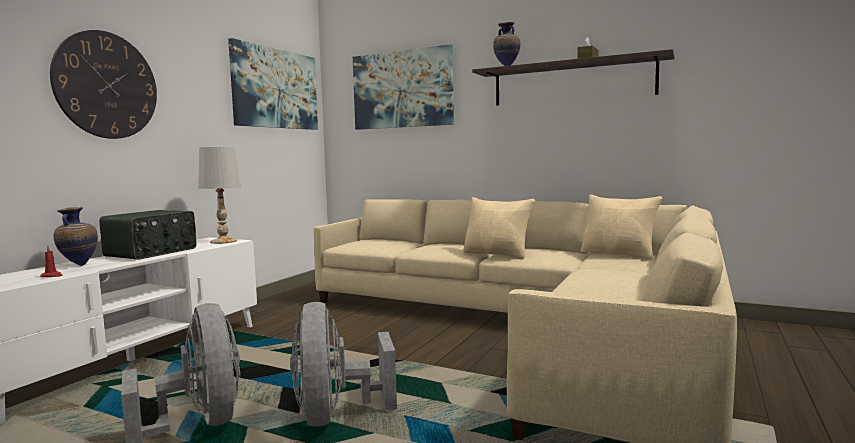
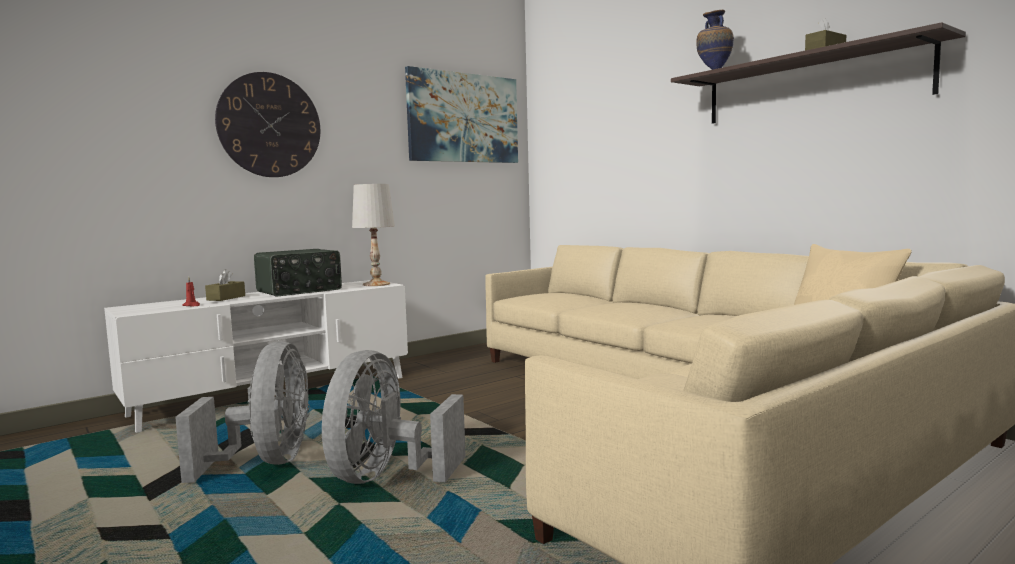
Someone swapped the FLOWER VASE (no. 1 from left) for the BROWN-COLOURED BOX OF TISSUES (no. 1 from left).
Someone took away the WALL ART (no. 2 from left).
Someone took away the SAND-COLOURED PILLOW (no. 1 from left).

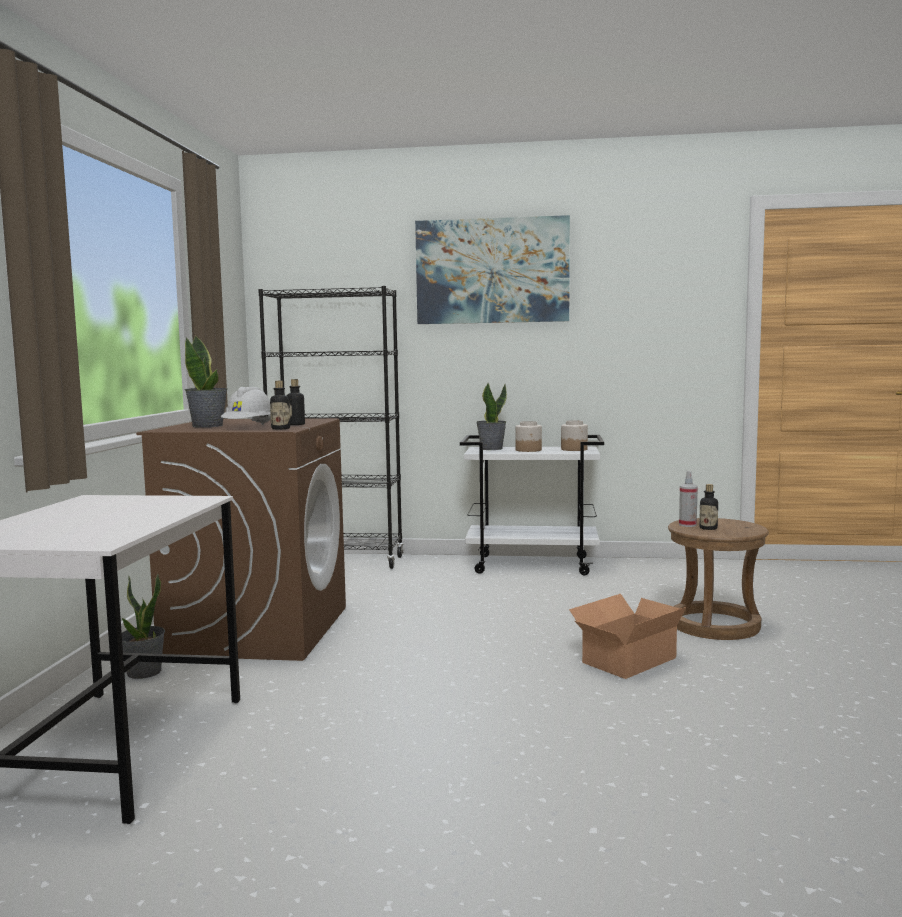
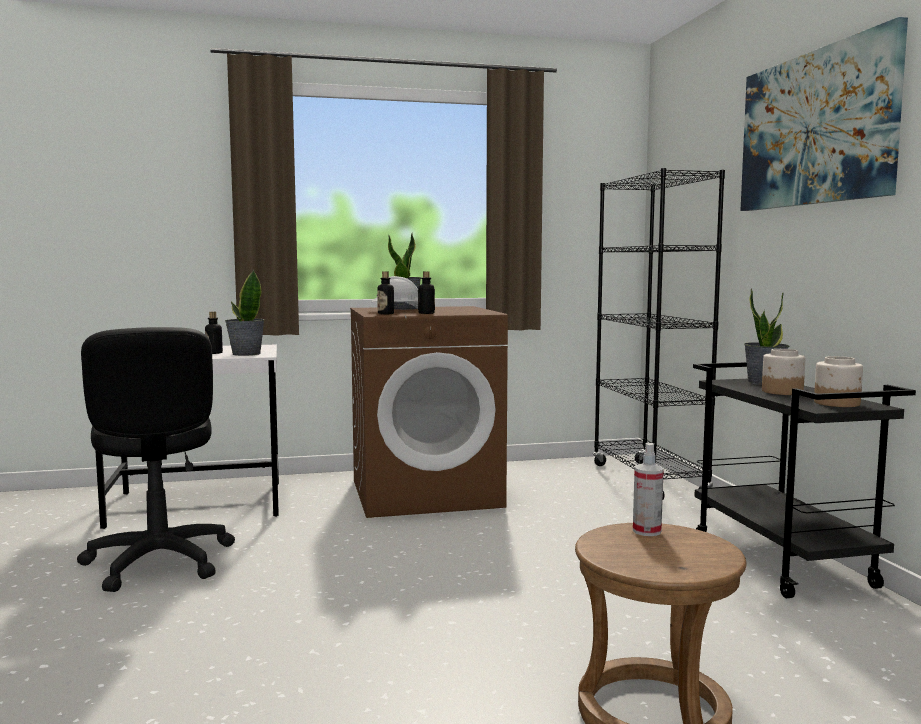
Someone carried the HOUSEPLANT (no. 1 from left).
Someone repainted the WHITISH TROLLEY, which became the BLACK-COLOURED TROLLEY.
Someone took away the PACKING BOX.
Someone carried the BOTTLE (no. 3 from left in the first image).
Someone put down the BLACK-COLOURED OFFICE CHAIR.

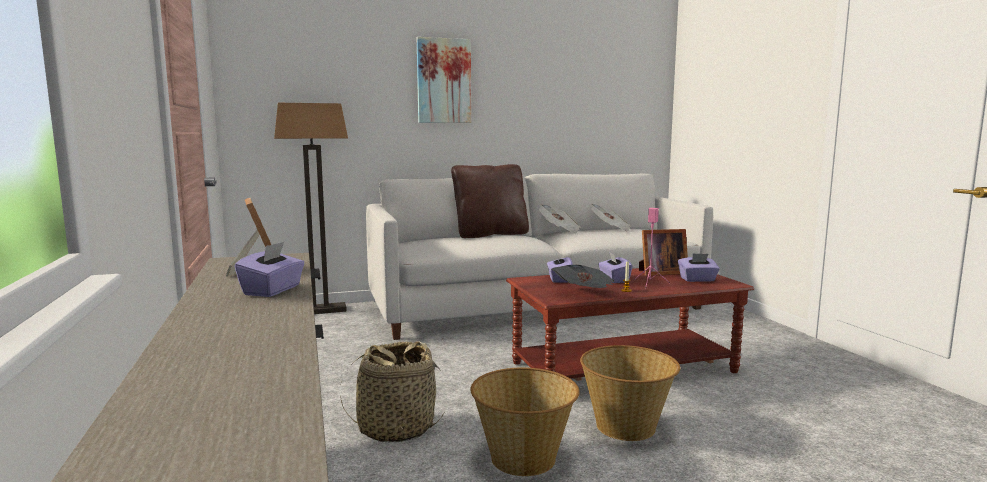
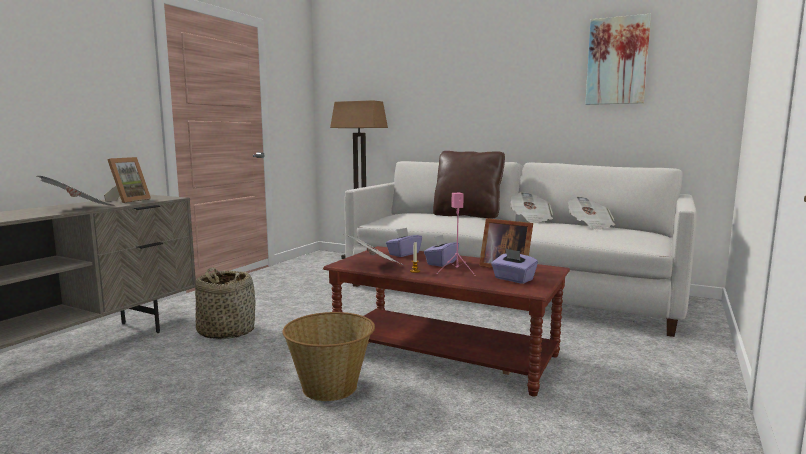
Someone swapped the PURPLE-COLOURED BOX OF TISSUES (no. 1 from left) for the PRINTED PAPER (no. 1 from left).
Someone carried the WALL ART.
Someone took away the HOUSEHOLD BASKET (no. 2 from left).

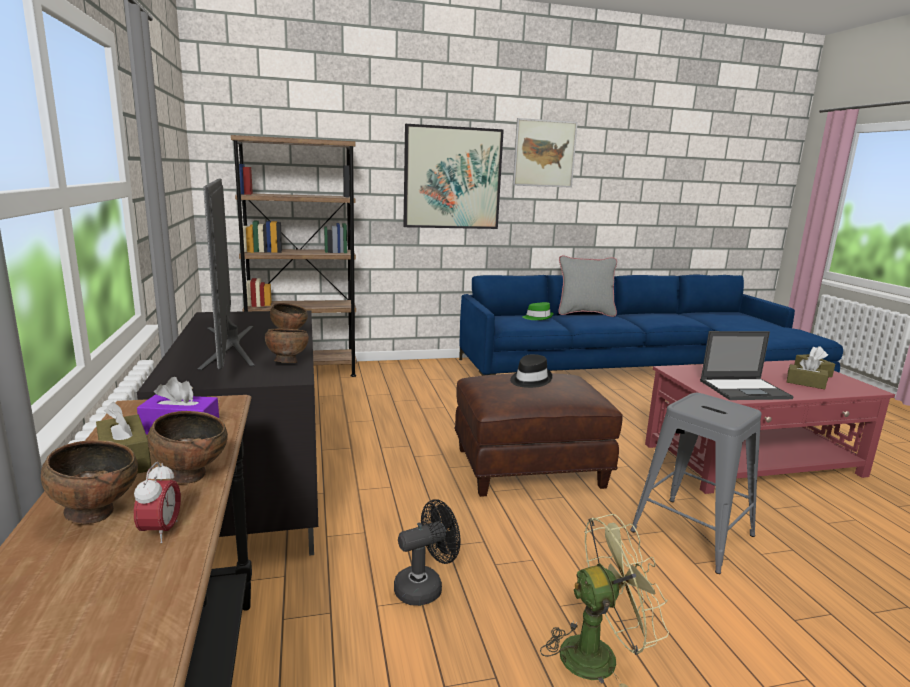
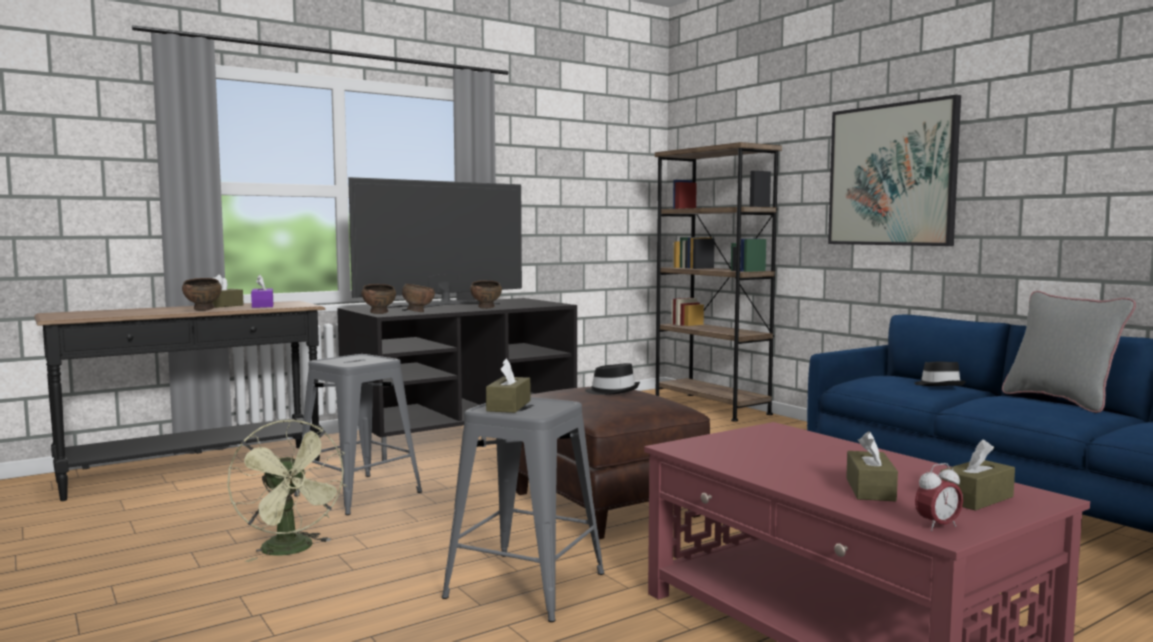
Someone carried the BROWN-COLOURED SERVING BOWL (no. 1 from left in the first image).
Someone carried the BEDSIDE CLOCK.
Someone swapped the BLACK-COLOURED ELECTRIC FAN for the GREY SITTING STOOL (no. 1 from left).
Someone took away the WALL ART (no. 2 from left).
Someone repainted the GREEN-COLOURED WEARABLE HAT, which became the BLACK-COLOURED WEARABLE HAT (no. 2 from left).
Someone took away the PORTABLE COMPUTER.
Someone put down the BROWN-COLOURED BOX OF TISSUES (no. 2 from left).

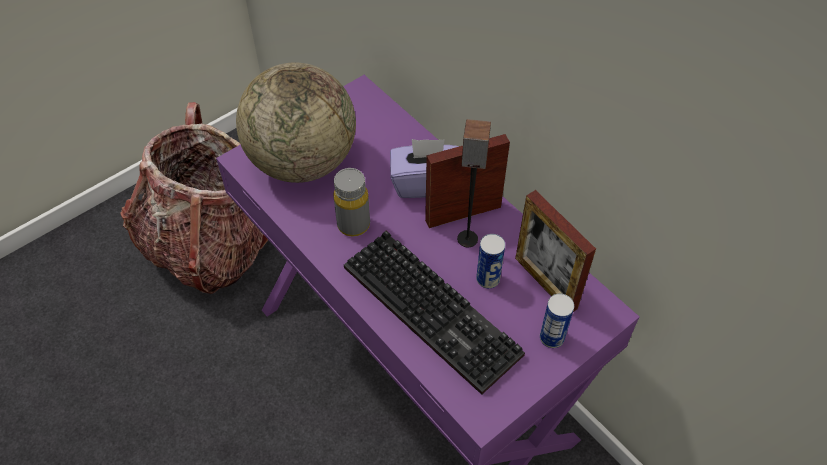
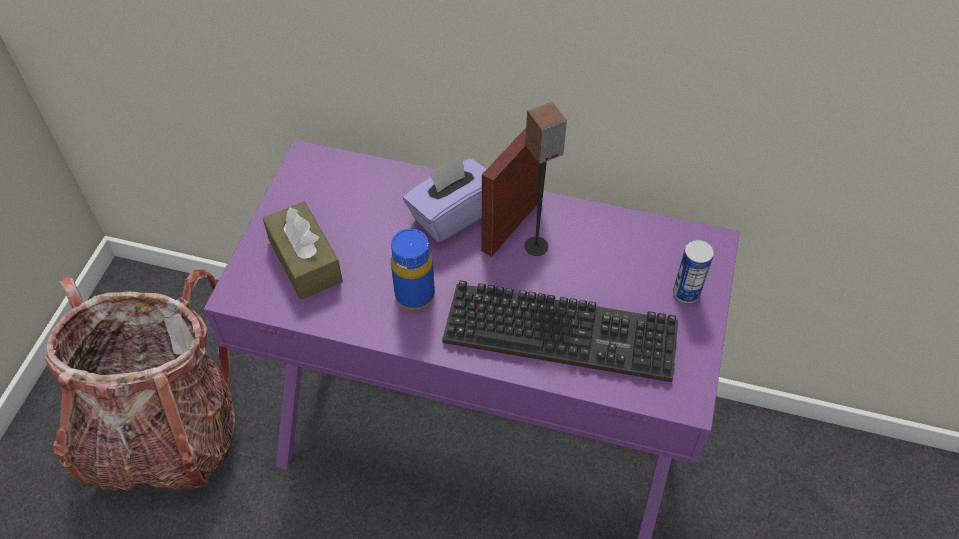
Someone swapped the DESK GLOBE for the BROWN-COLOURED BOX OF TISSUES.
Someone repainted the GREY BOTTLE, which became the BLUE BOTTLE.
Someone took away the CAN (no. 1 from left).
Someone took away the PHOTO FRAME (no. 2 from left).

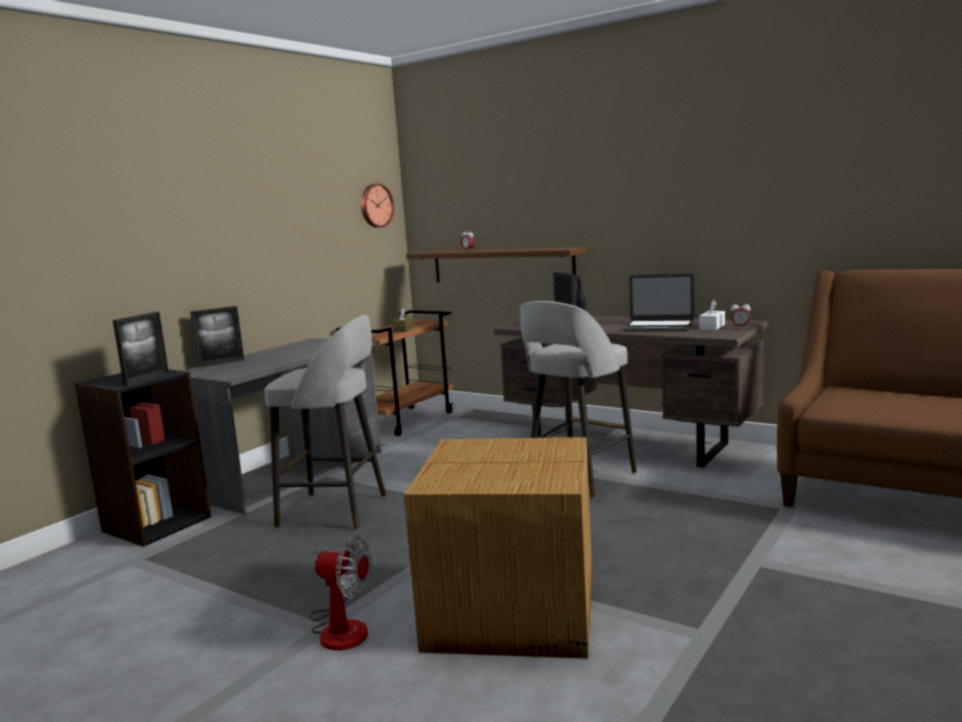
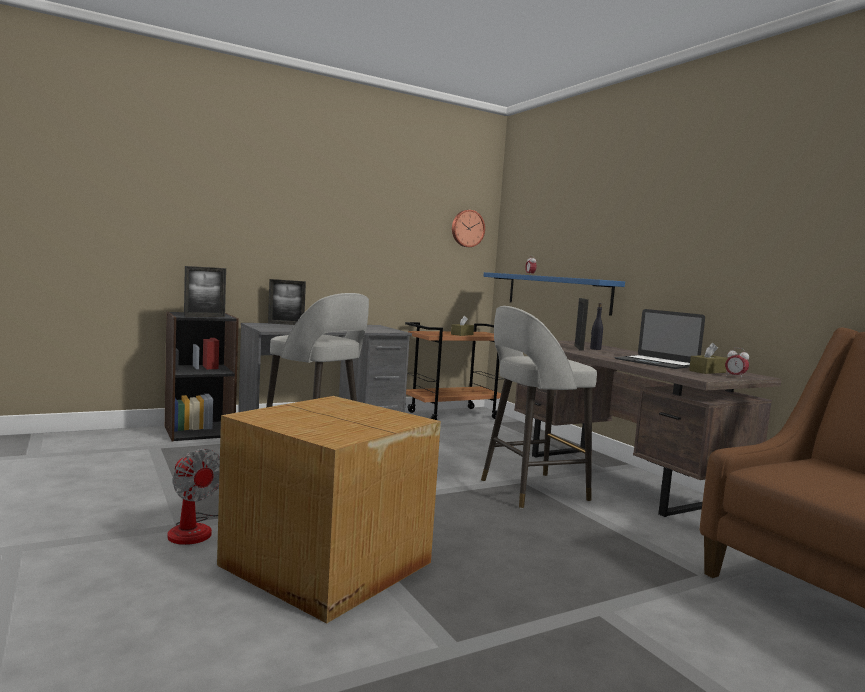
Someone repainted the BROWN-COLOURED SHELF, which became the BLUE SHELF.
Someone repainted the WHITISH BOX OF TISSUES, which became the BROWN-COLOURED BOX OF TISSUES (no. 2 from left).

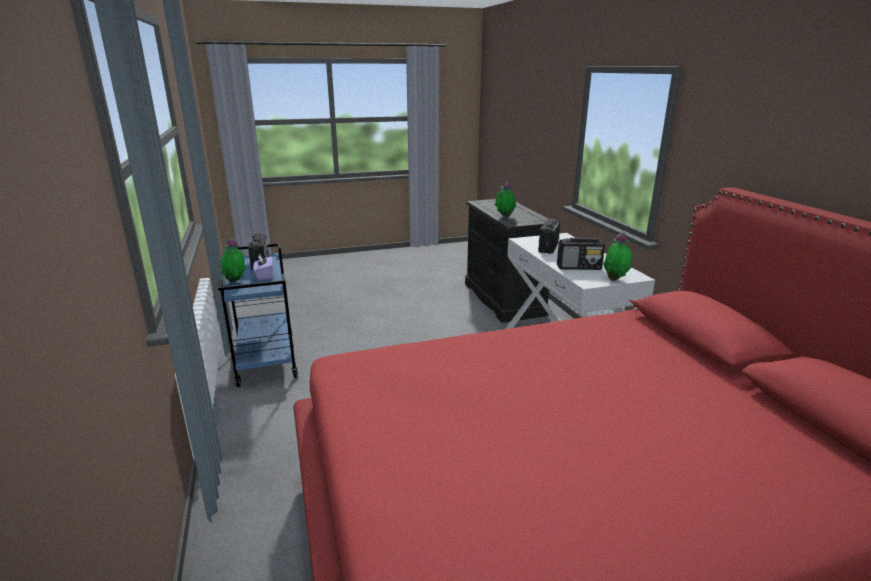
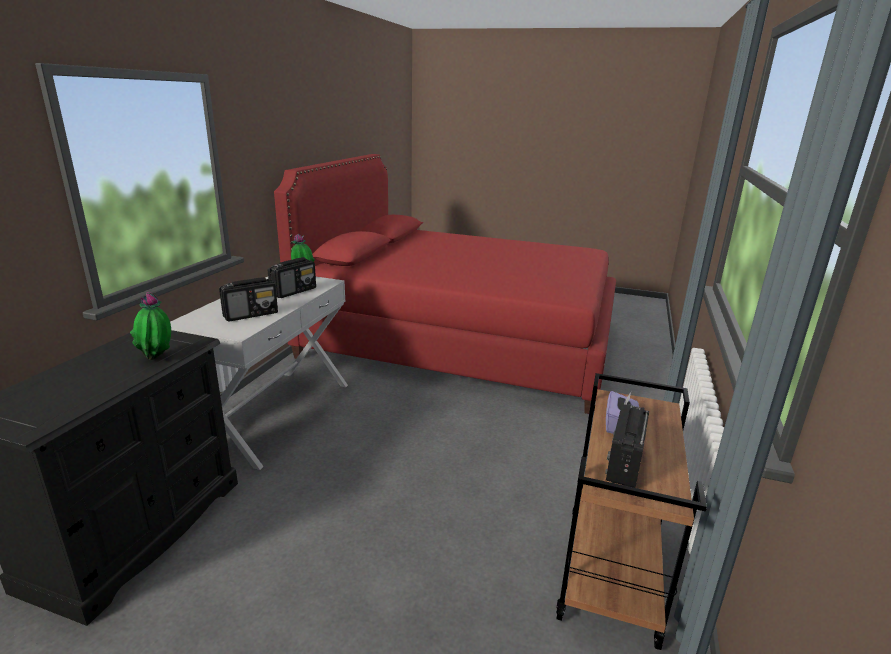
Someone repainted the BLUE TROLLEY, which became the BROWN-COLOURED TROLLEY.
Someone took away the HOUSEPLANT (no. 1 from left).
Someone rotated the RADIO (no. 3 from left in the first image) by 90 degrees clockwise.

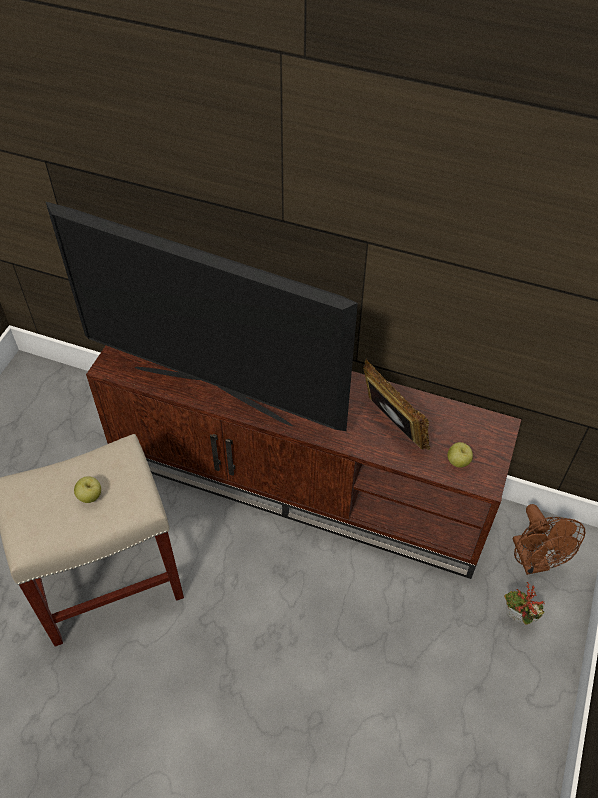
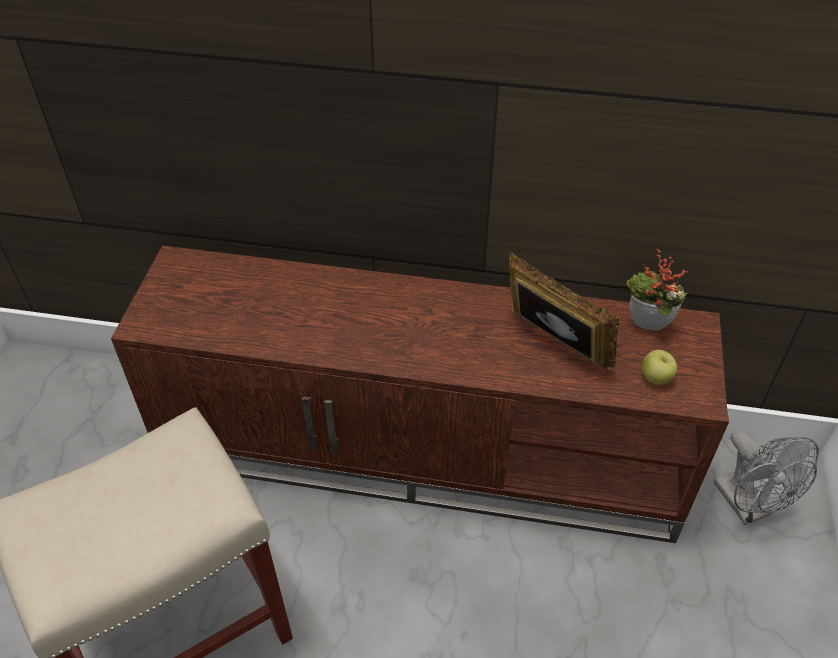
Someone took away the TV.
Someone took away the APPLE FRUIT (no. 1 from left).
Someone carried the HOUSEPLANT.
Someone repainted the BROWN-COLOURED ELECTRIC FAN, which became the GREY ELECTRIC FAN.

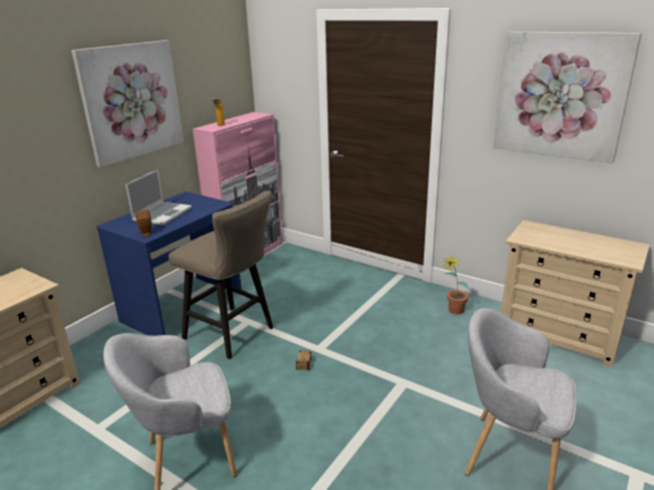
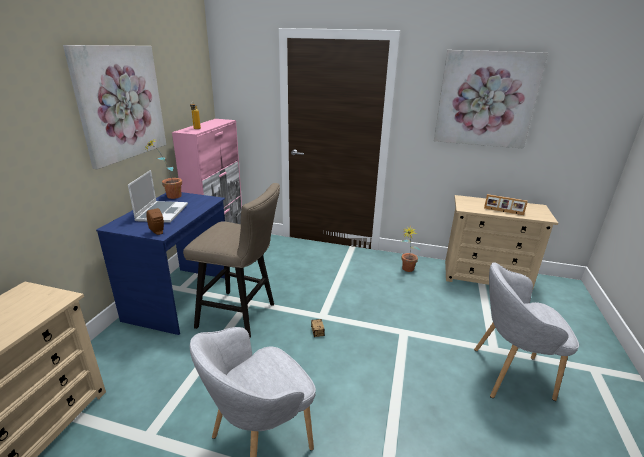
Someone put down the HOUSEPLANT (no. 1 from left).
Someone put down the PHOTO FRAME.

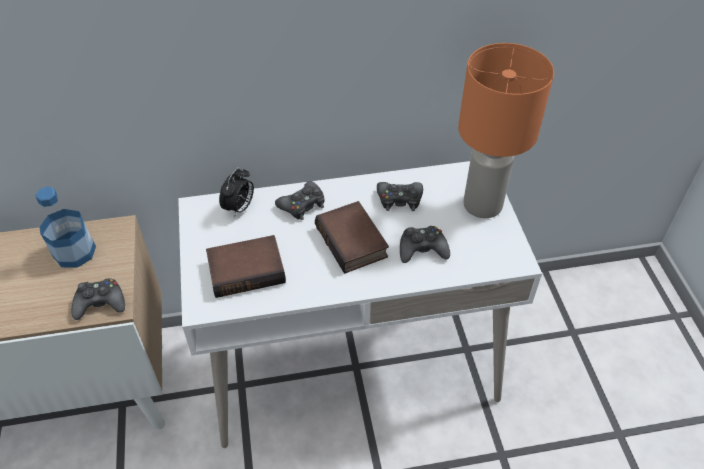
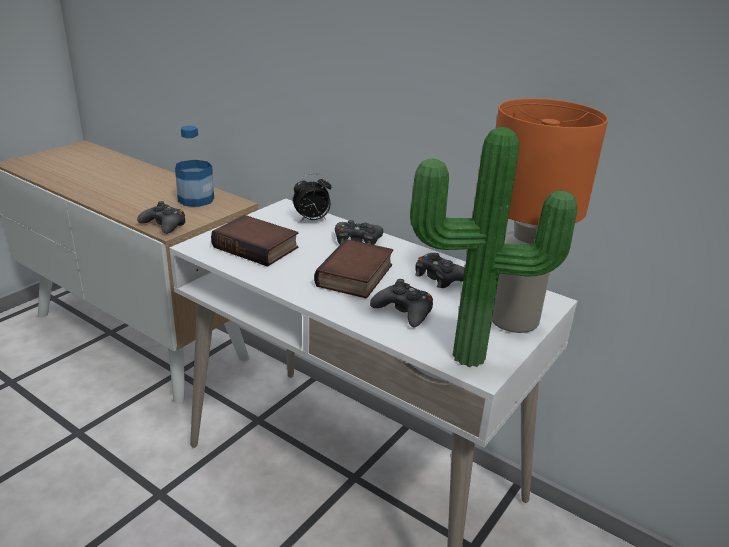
Someone put down the HOUSEPLANT.

